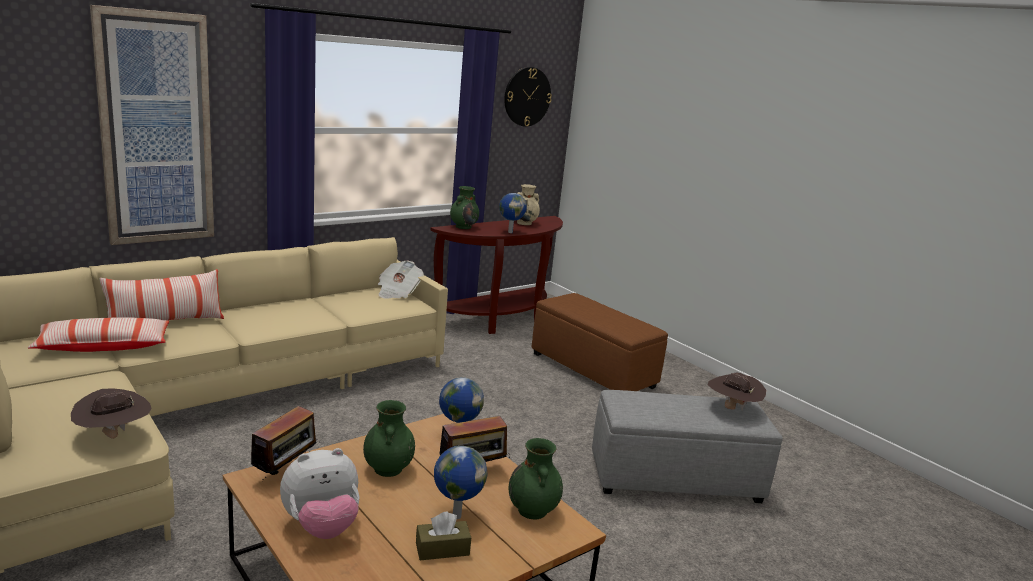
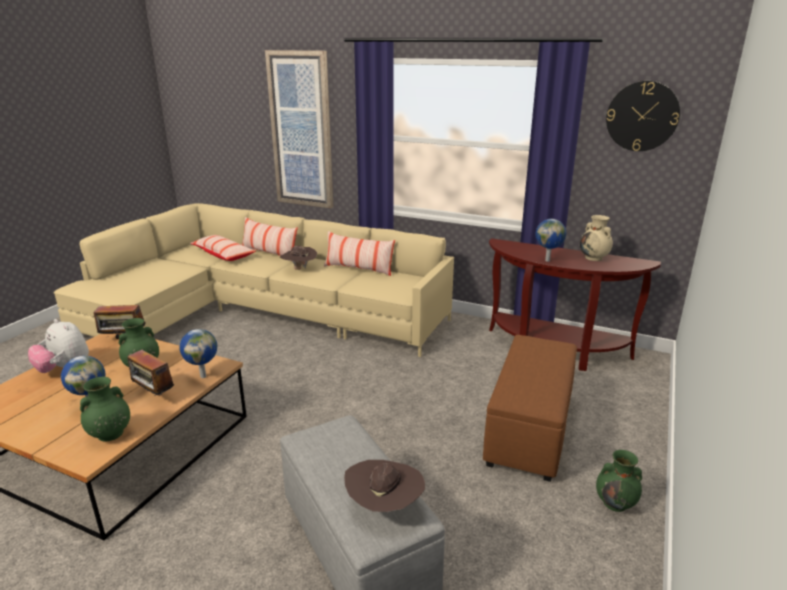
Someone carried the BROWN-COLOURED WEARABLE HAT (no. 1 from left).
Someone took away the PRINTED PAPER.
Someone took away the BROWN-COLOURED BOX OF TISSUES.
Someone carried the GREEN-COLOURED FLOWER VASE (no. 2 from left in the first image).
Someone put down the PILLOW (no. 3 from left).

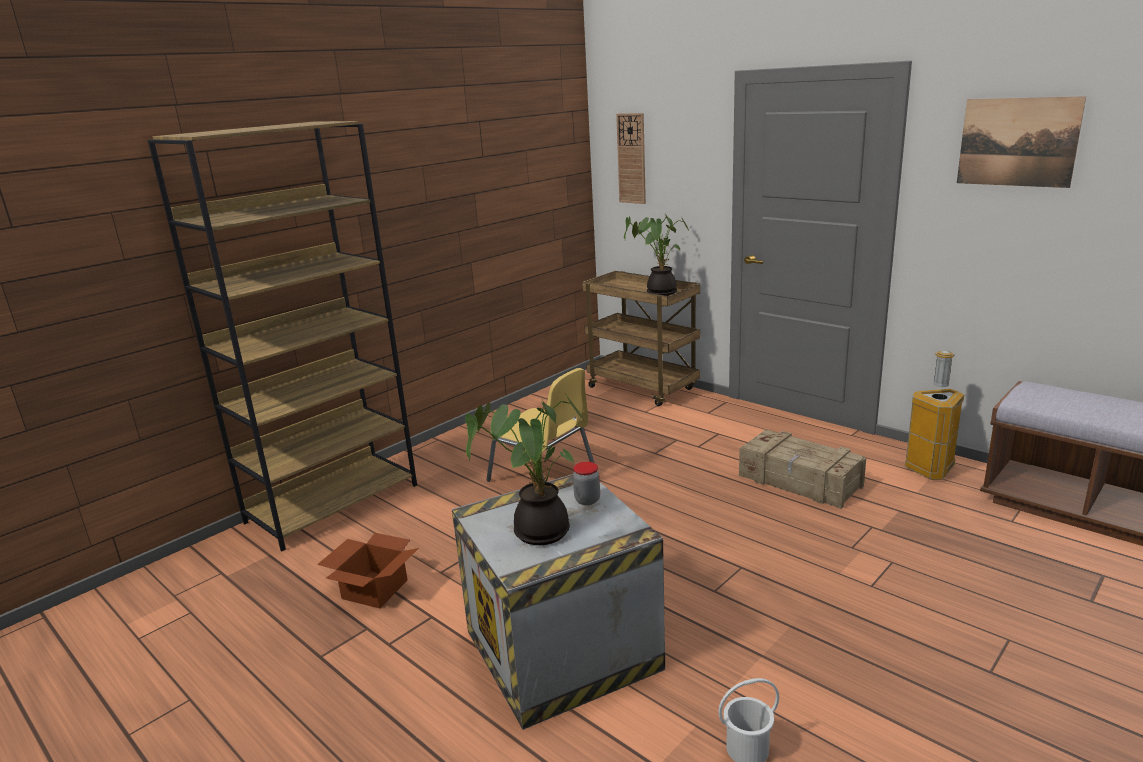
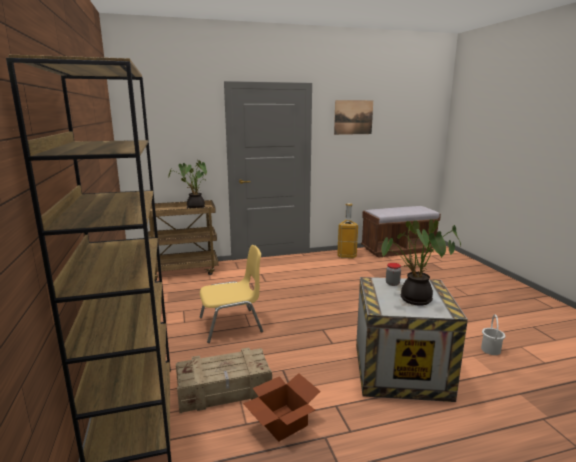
Someone took away the HANGING CLOCK.
Someone carried the PACKING CRATE (no. 2 from left in the first image).

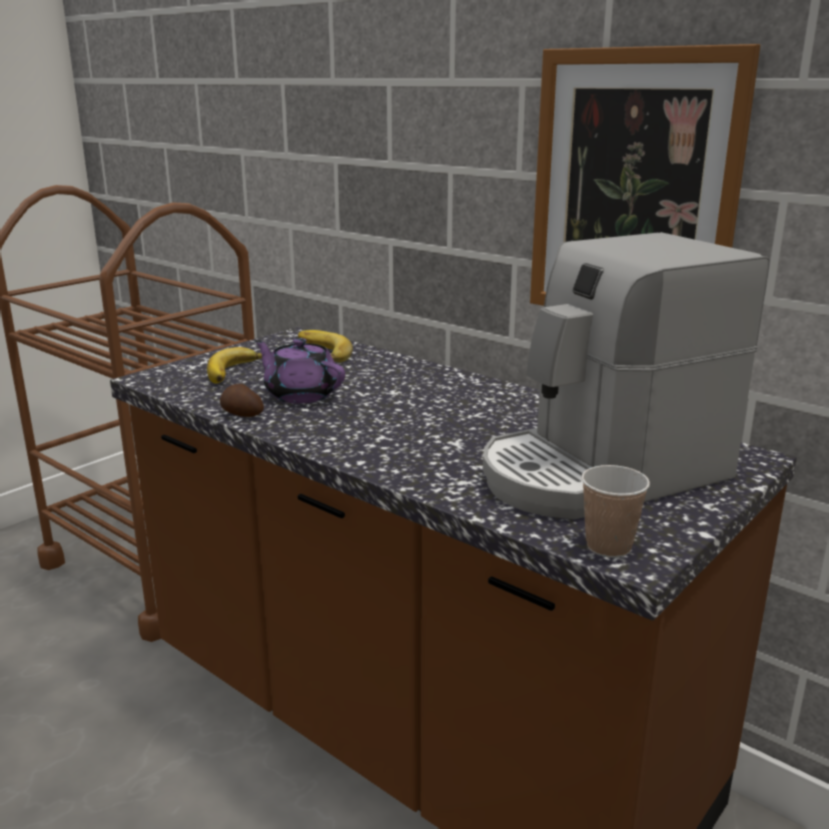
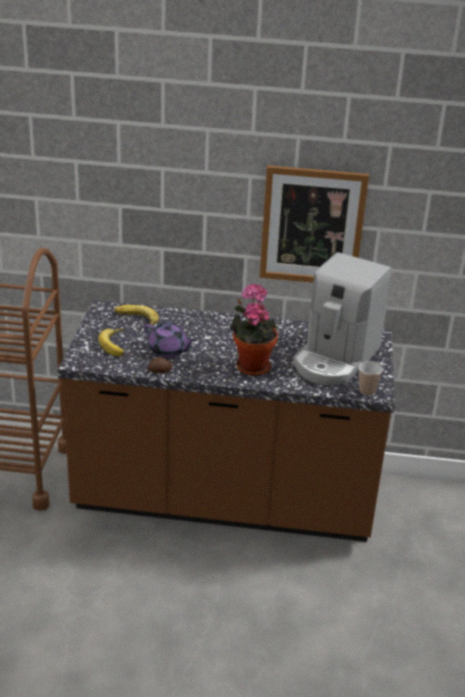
Someone rotated the PURPLE-COLOURED TEAPOT by 150 degrees counterclockwise.
Someone put down the HOUSEPLANT.

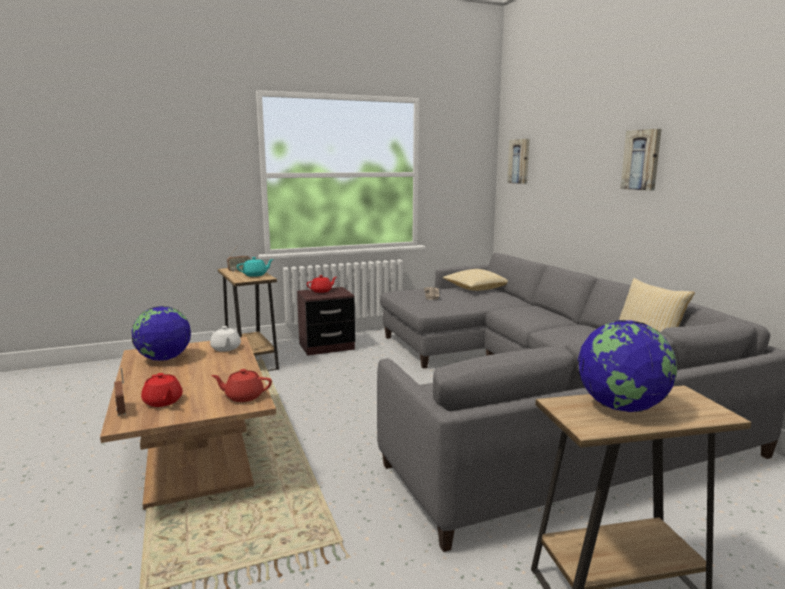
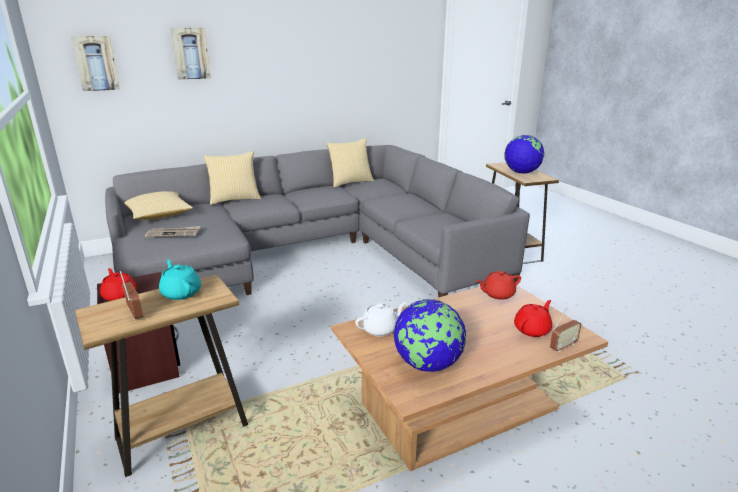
Someone rotated the RED-COLOURED TEAPOT (no. 2 from left) by 75 degrees clockwise.
Someone carried the WALL ART (no. 2 from left).
Someone put down the PILLOW (no. 2 from left).

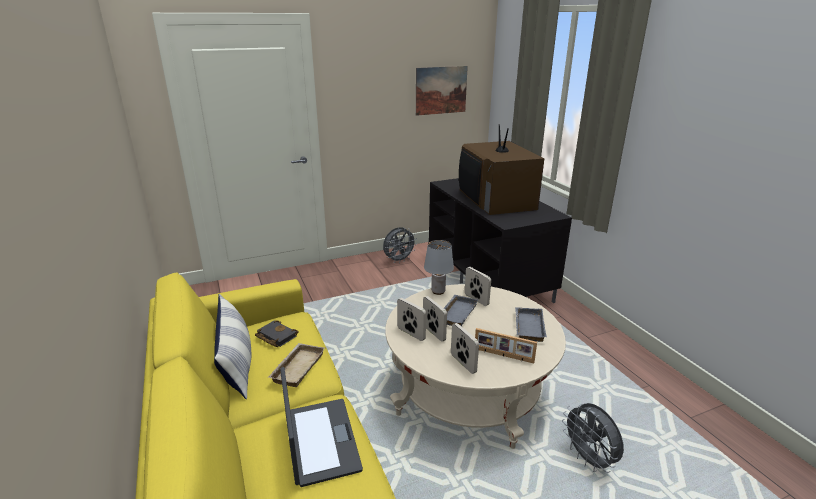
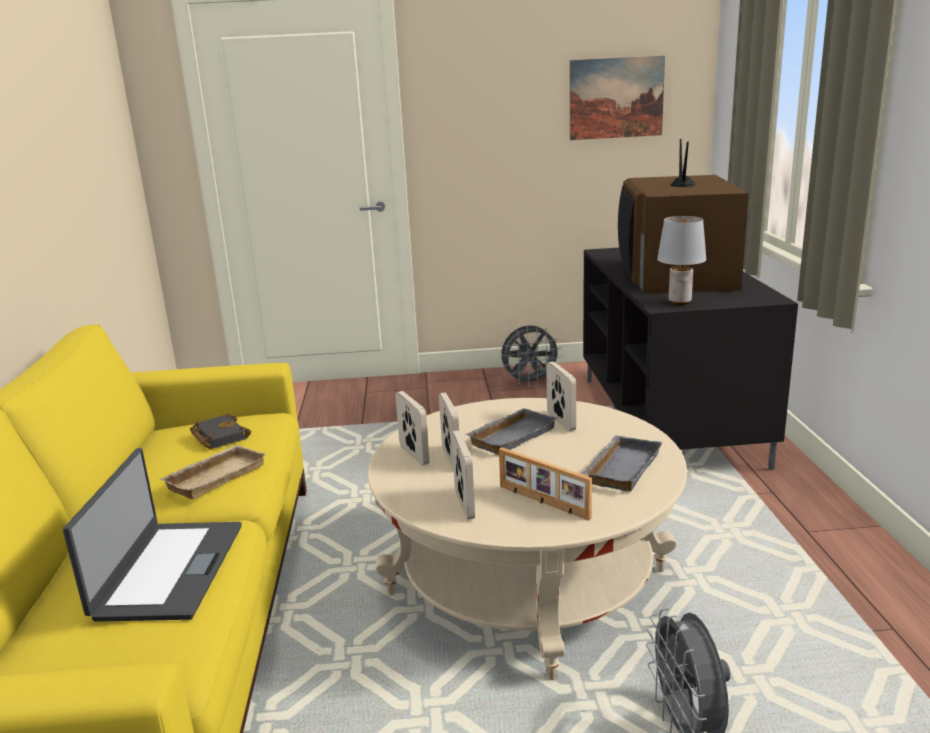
Someone took away the PILLOW.
Someone carried the GREY TABLE LAMP.

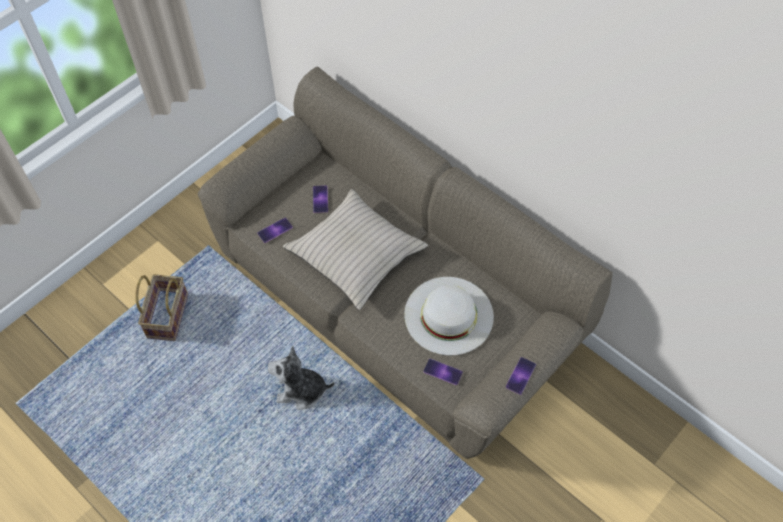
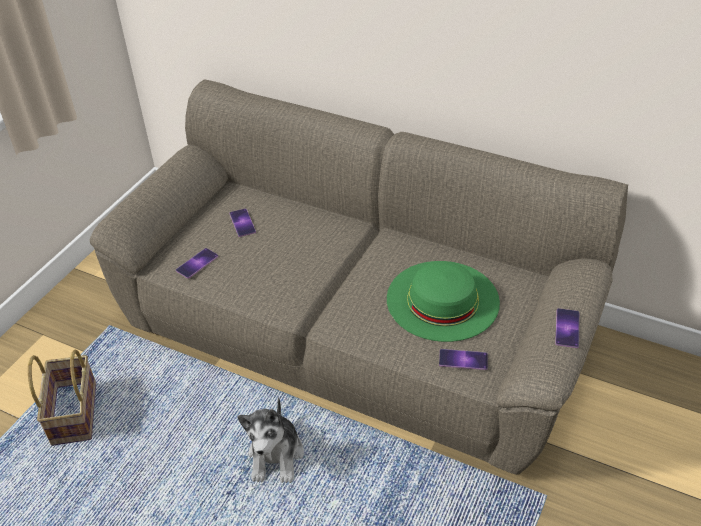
Someone rotated the PLUSH TOY by 75 degrees counterclockwise.
Someone took away the SAND-COLOURED PILLOW.
Someone repainted the WHITISH WEARABLE HAT, which became the GREEN-COLOURED WEARABLE HAT.

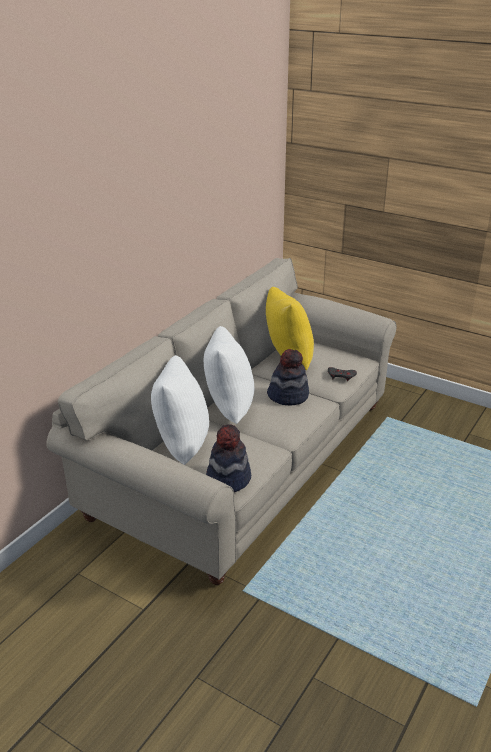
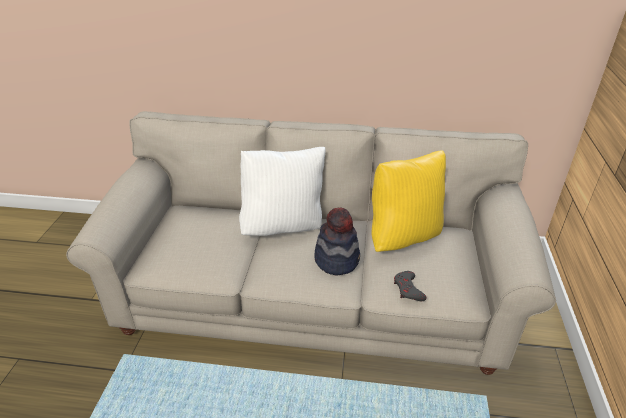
Someone took away the WHITISH PILLOW (no. 1 from left).
Someone took away the WEARABLE HAT (no. 1 from left).

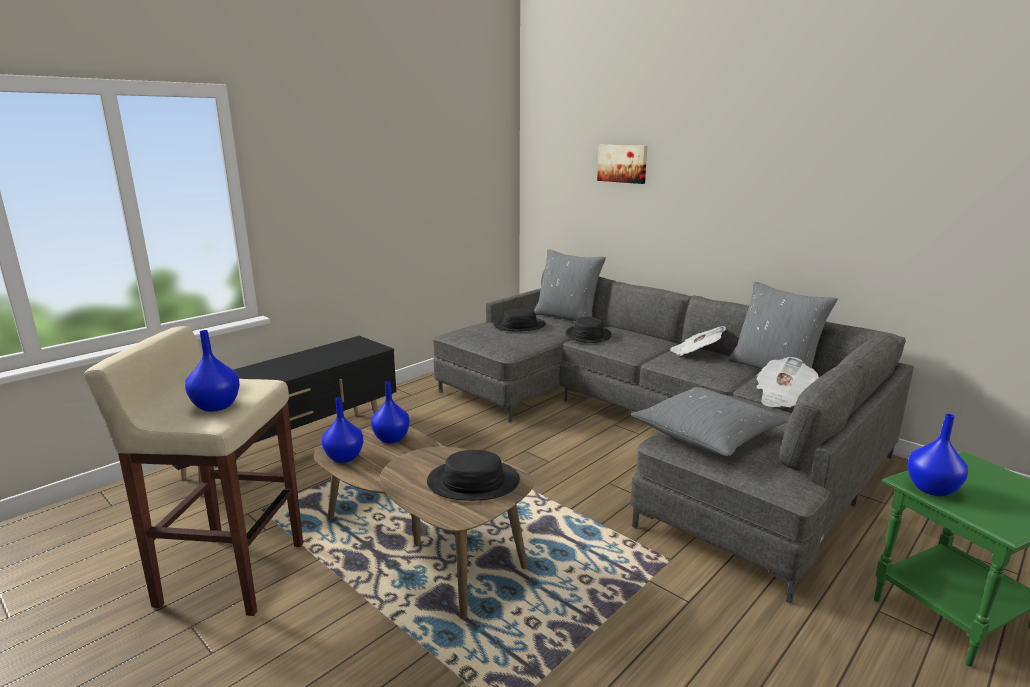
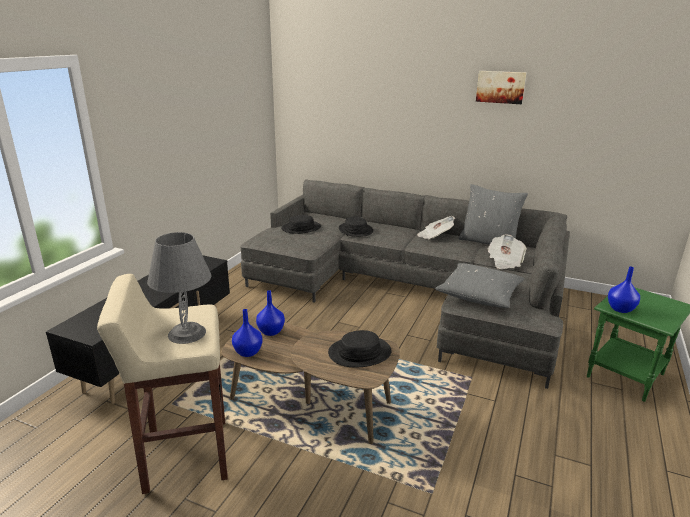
Someone swapped the BLUE FLOWER VASE (no. 1 from left) for the GREY TABLE LAMP.
Someone took away the GREY PILLOW (no. 1 from left).
Someone carried the WALL ART.

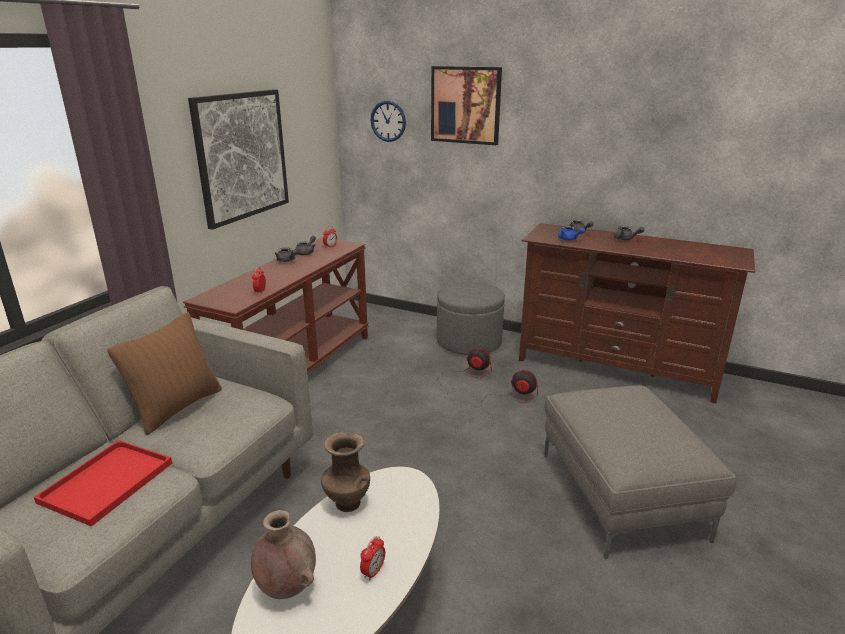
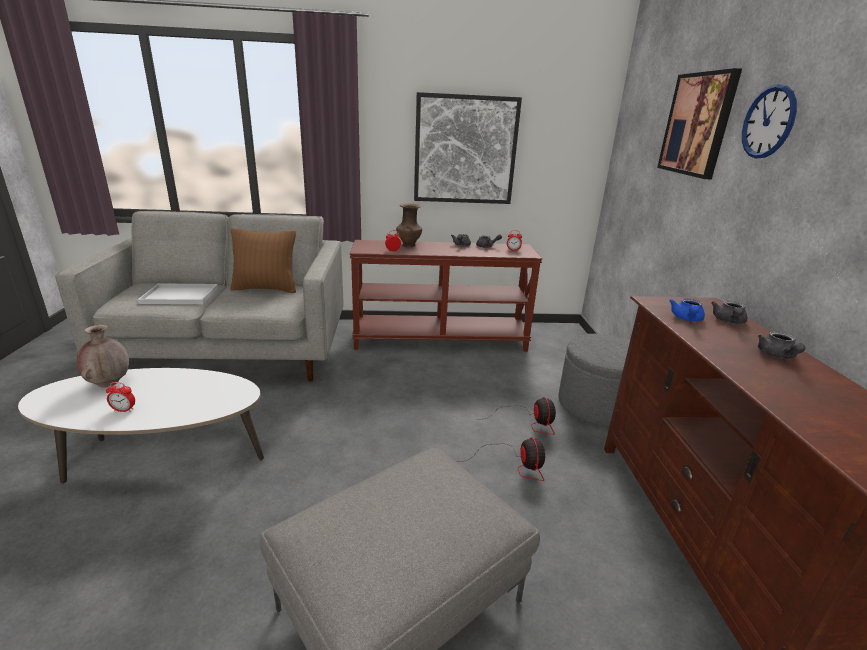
Someone repainted the RED-COLOURED CARRYING TRAY, which became the WHITISH CARRYING TRAY.
Someone carried the BROWN-COLOURED FLOWER VASE (no. 2 from left).
Someone carried the HANGING CLOCK.

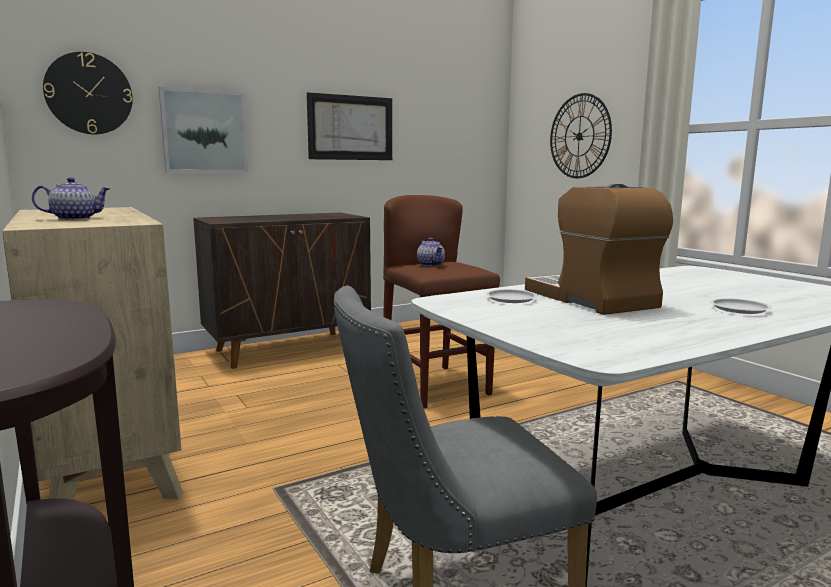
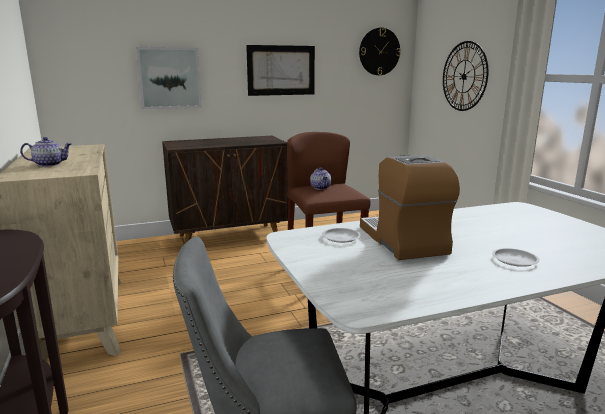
Someone carried the HANGING CLOCK (no. 1 from left).

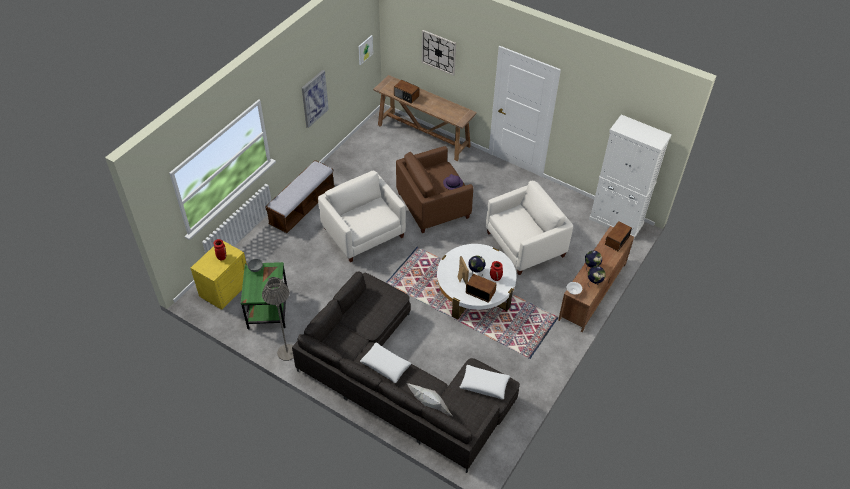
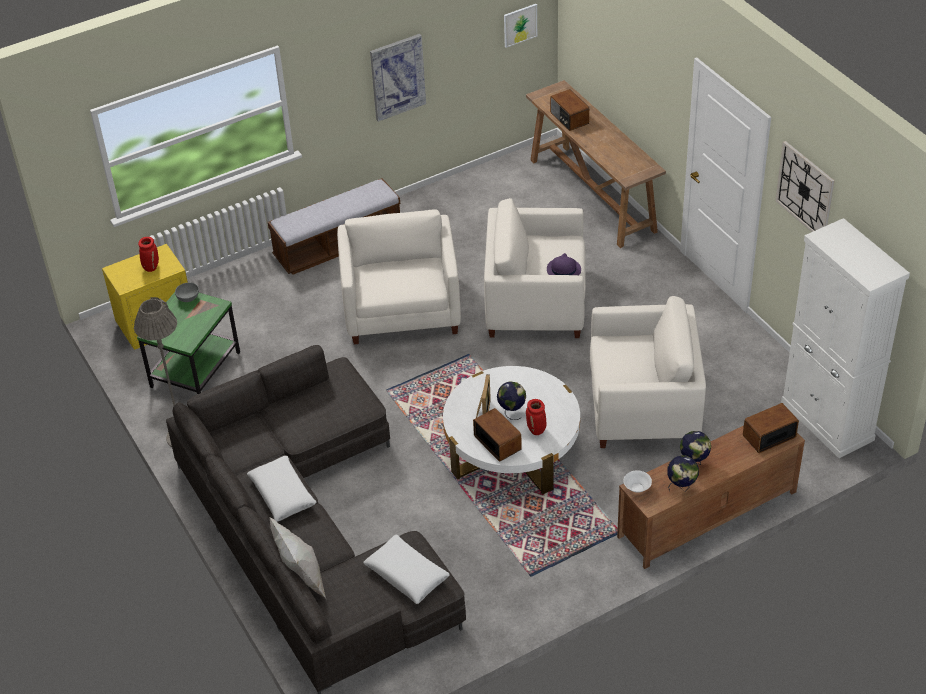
Someone repainted the BROWN-COLOURED EASY CHAIR, which became the WHITISH EASY CHAIR (no. 2 from left).
Someone carried the HANGING CLOCK.

